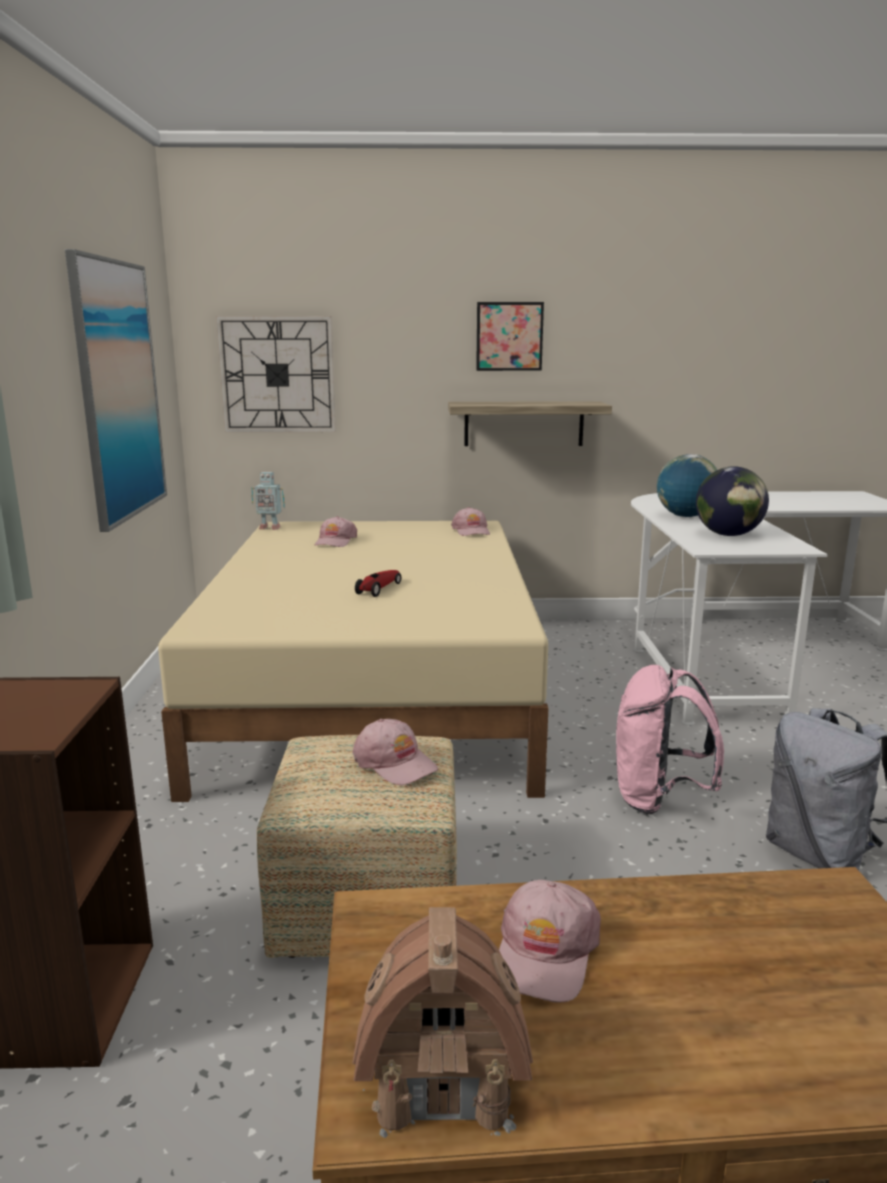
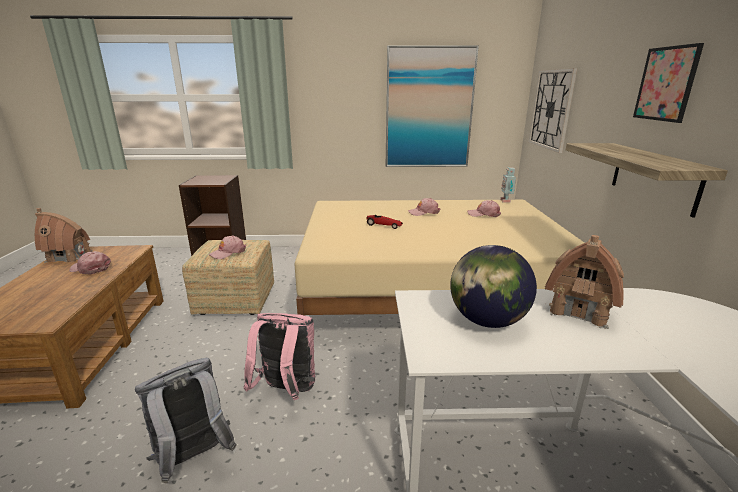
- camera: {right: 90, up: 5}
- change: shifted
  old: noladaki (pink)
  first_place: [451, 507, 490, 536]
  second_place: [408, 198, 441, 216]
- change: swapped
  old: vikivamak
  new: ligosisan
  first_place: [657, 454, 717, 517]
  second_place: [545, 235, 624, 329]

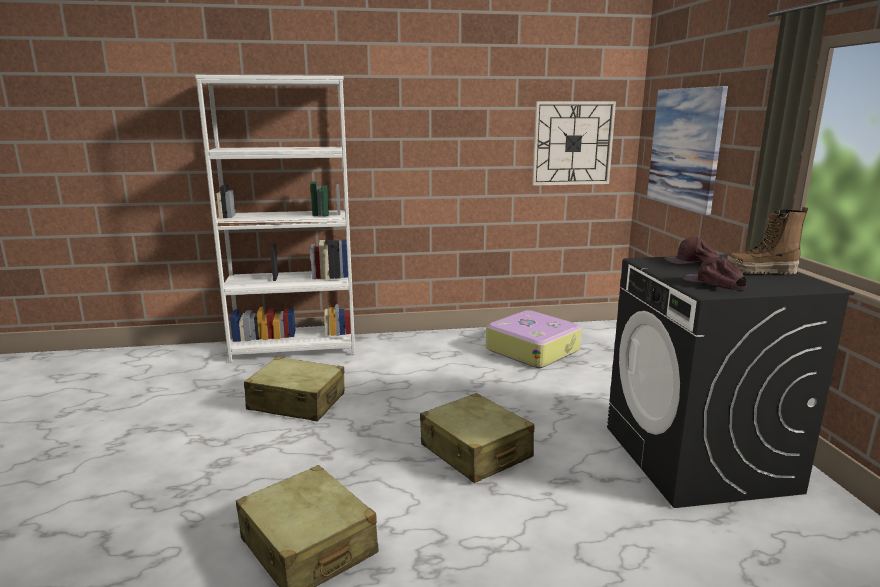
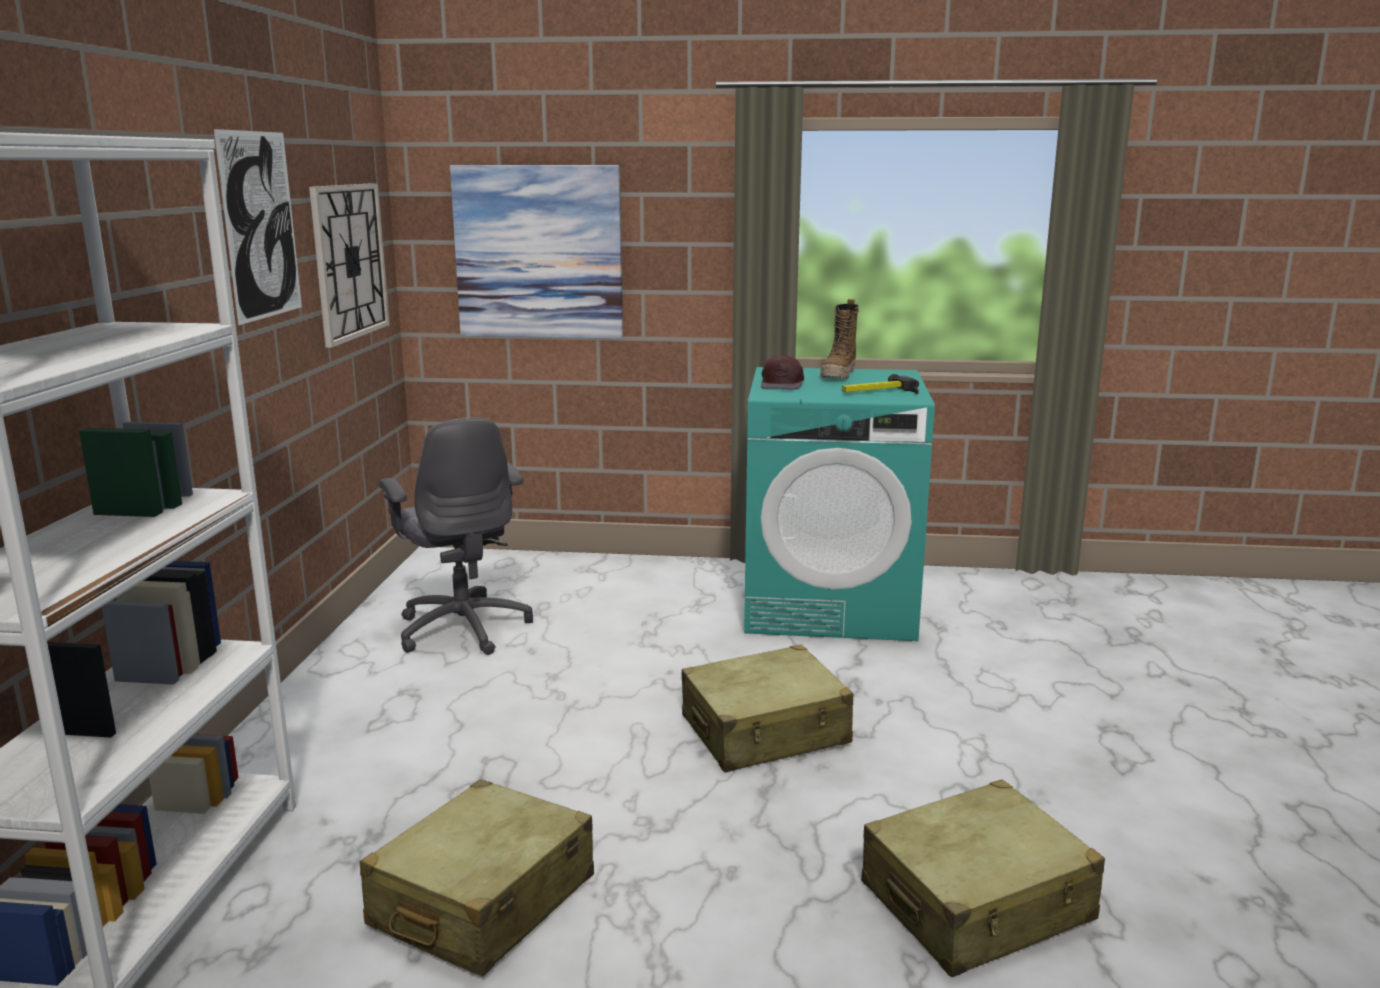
- camera: {right: -75, up: 0}
- change: new
  new: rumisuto
  second_place: [214, 129, 302, 325]
- change: swapped
  old: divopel
  new: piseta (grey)
  first_place: [486, 310, 582, 368]
  second_place: [379, 417, 533, 655]
- change: swapped
  old: noladaki (brown)
  new: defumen
  first_place: [683, 257, 747, 291]
  second_place: [842, 374, 919, 394]
- change: repainted
  old: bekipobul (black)
  new: bekipobul (turquoise)
  first_place: [607, 254, 855, 508]
  second_place: [744, 367, 935, 641]

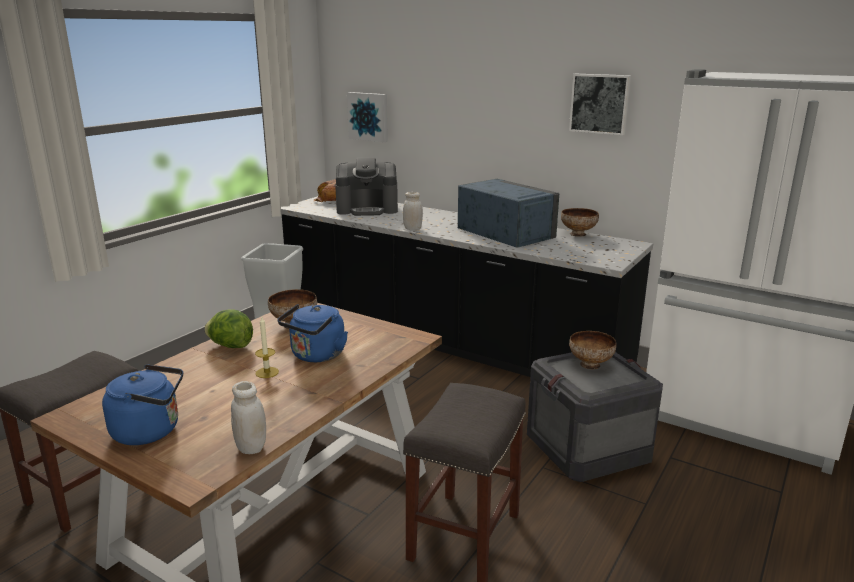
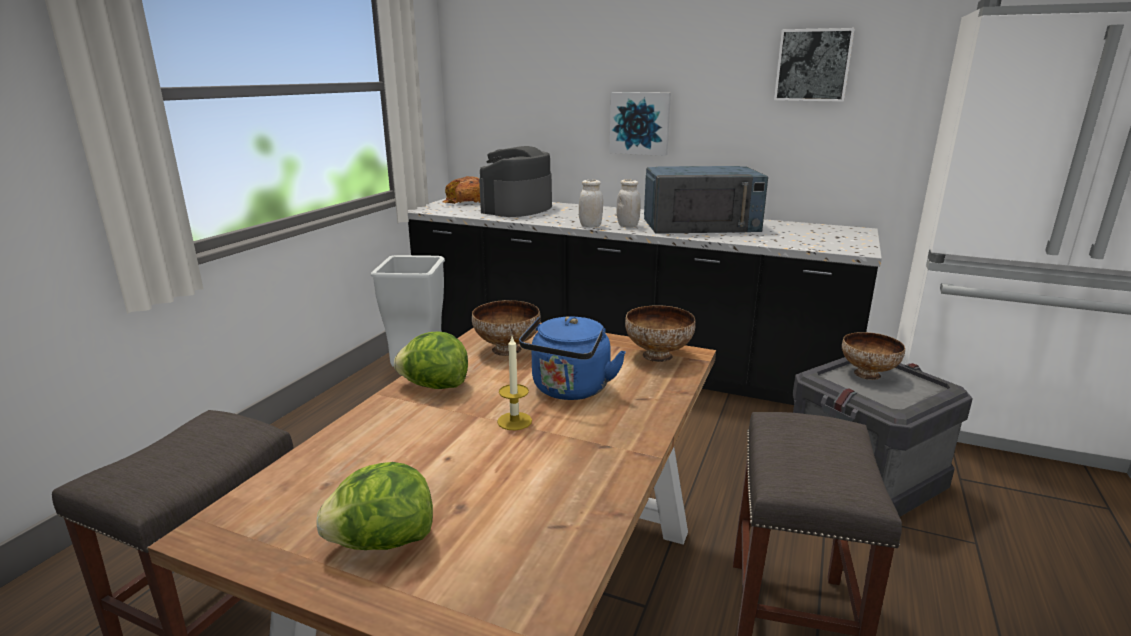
- camera: {right: -10, up: 0}
- change: shifted
  old: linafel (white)
  first_place: [231, 381, 266, 454]
  second_place: [617, 179, 641, 227]
- change: shifted
  old: rumisuto
  first_place: [347, 92, 388, 142]
  second_place: [609, 92, 671, 156]
- change: shifted
  old: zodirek
  first_place: [561, 208, 599, 237]
  second_place: [625, 305, 696, 362]
- change: swapped
  old: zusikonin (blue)
  new: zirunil
  first_place: [102, 364, 183, 445]
  second_place: [316, 462, 433, 550]
- change: rotated
  old: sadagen
  first_place: [335, 157, 398, 216]
  second_place: [479, 146, 552, 217]
  degrees: 135
- change: rotated
  old: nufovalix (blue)
  first_place: [458, 179, 559, 248]
  second_place: [644, 166, 768, 234]
  degrees: 135

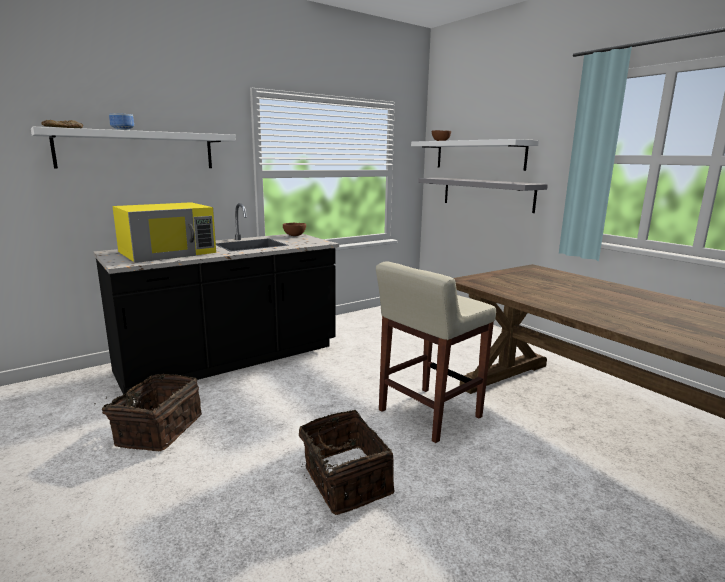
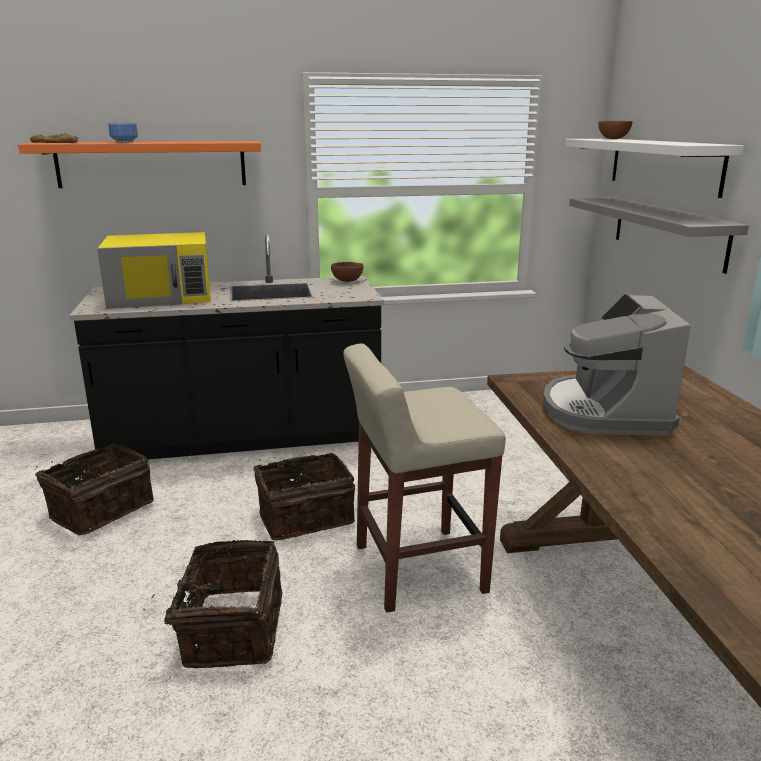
- camera: {right: 25, up: 5}
- change: new
  new: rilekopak
  second_place: [253, 453, 355, 541]
- change: new
  new: sadagen
  second_place: [543, 294, 690, 436]
- change: repainted
  old: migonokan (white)
  new: migonokan (orange)
  first_place: [31, 127, 236, 169]
  second_place: [18, 141, 261, 188]

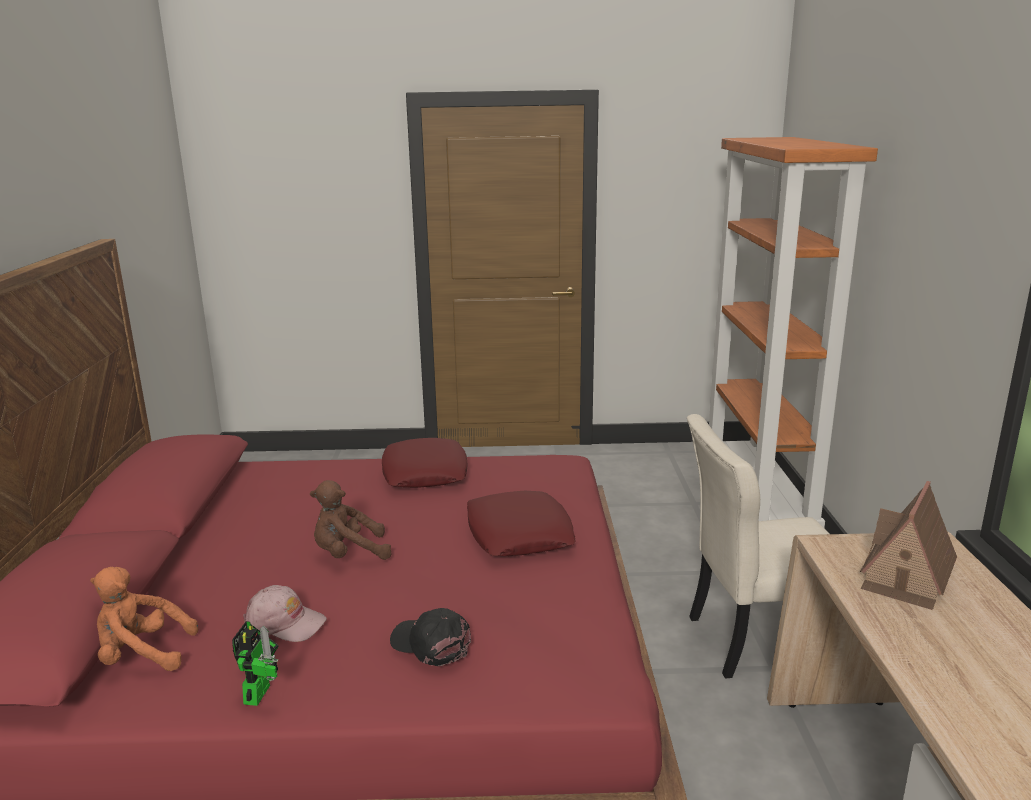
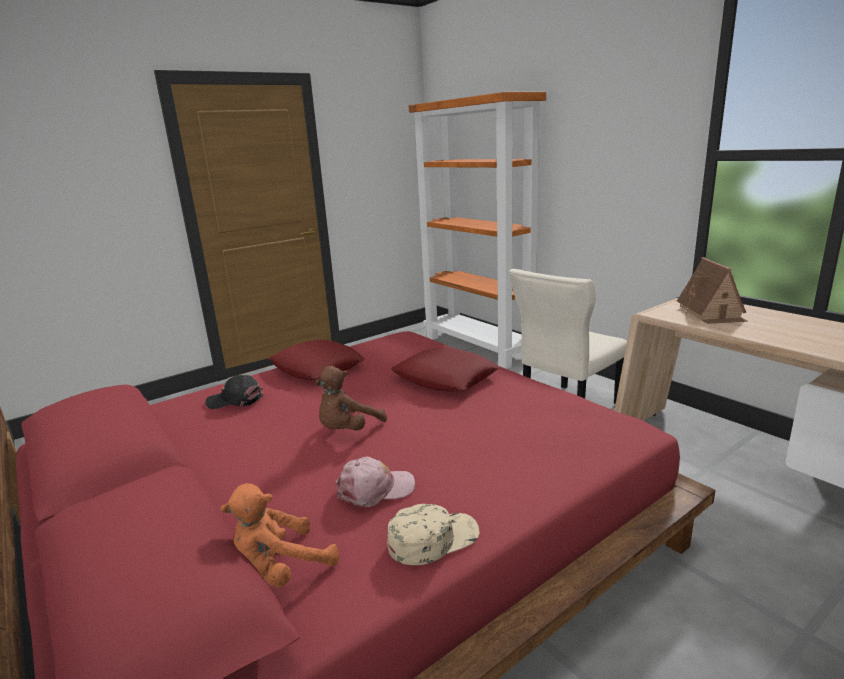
- camera: {right: -35, up: 0}
- change: shifted
  old: noladaki (black)
  first_place: [390, 608, 471, 666]
  second_place: [205, 375, 263, 409]
- change: swapped
  old: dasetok
  new: noladaki (beige)
  first_place: [232, 621, 278, 706]
  second_place: [387, 504, 479, 565]

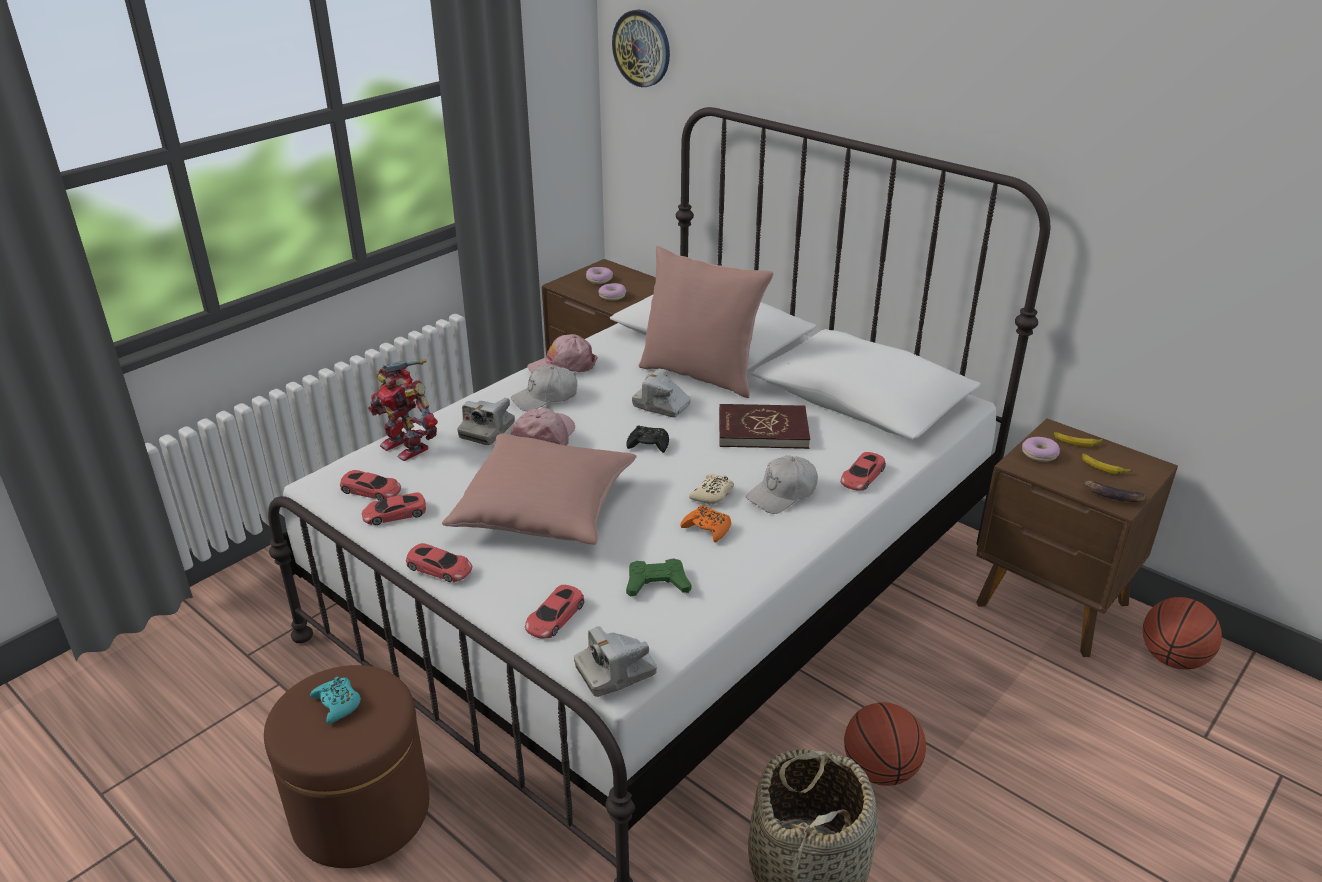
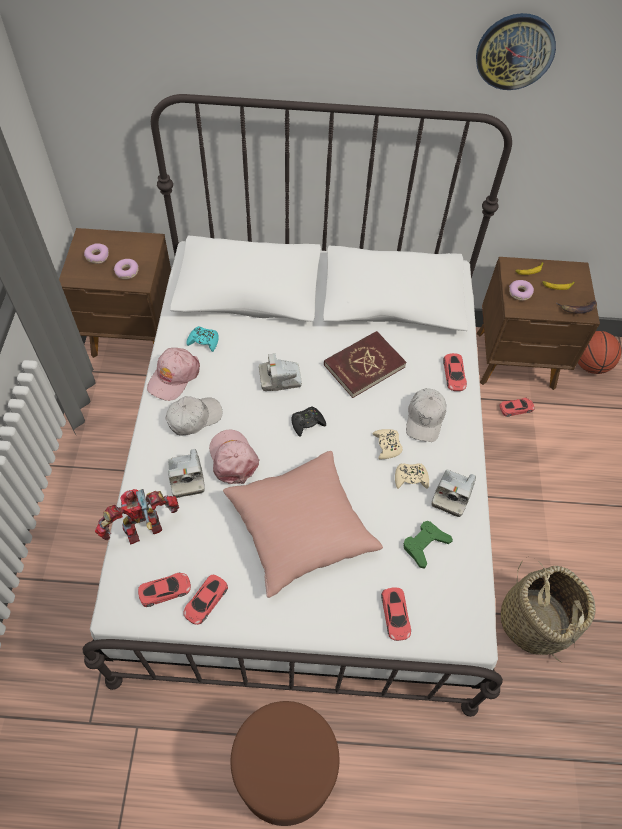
- camera: {right: -40, up: 25}
- change: gone
  old: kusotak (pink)
  first_place: [639, 246, 773, 398]
- change: gone
  old: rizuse
  first_place: [844, 702, 926, 786]
- change: shifted
  old: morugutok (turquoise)
  first_place: [310, 677, 361, 724]
  second_place: [186, 326, 219, 352]
- change: shifted
  old: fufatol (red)
  first_place: [406, 543, 472, 582]
  second_place: [499, 397, 535, 417]
- change: shifted
  old: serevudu
  first_place: [574, 626, 657, 697]
  second_place: [431, 470, 476, 517]
- change: shifted
  old: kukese
  first_place: [612, 10, 670, 87]
  second_place: [476, 13, 556, 90]
- change: repainted
  old: morugutok (orange)
  new: morugutok (beige)
  first_place: [680, 505, 731, 543]
  second_place: [395, 463, 429, 489]
- change: rotated
  old: dasetok
  first_place: [368, 359, 438, 461]
  second_place: [95, 489, 179, 544]
  degrees: 150
- change: rotated
  old: noladaki (white)
  first_place: [511, 365, 577, 411]
  second_place: [165, 396, 222, 436]
  degrees: -150

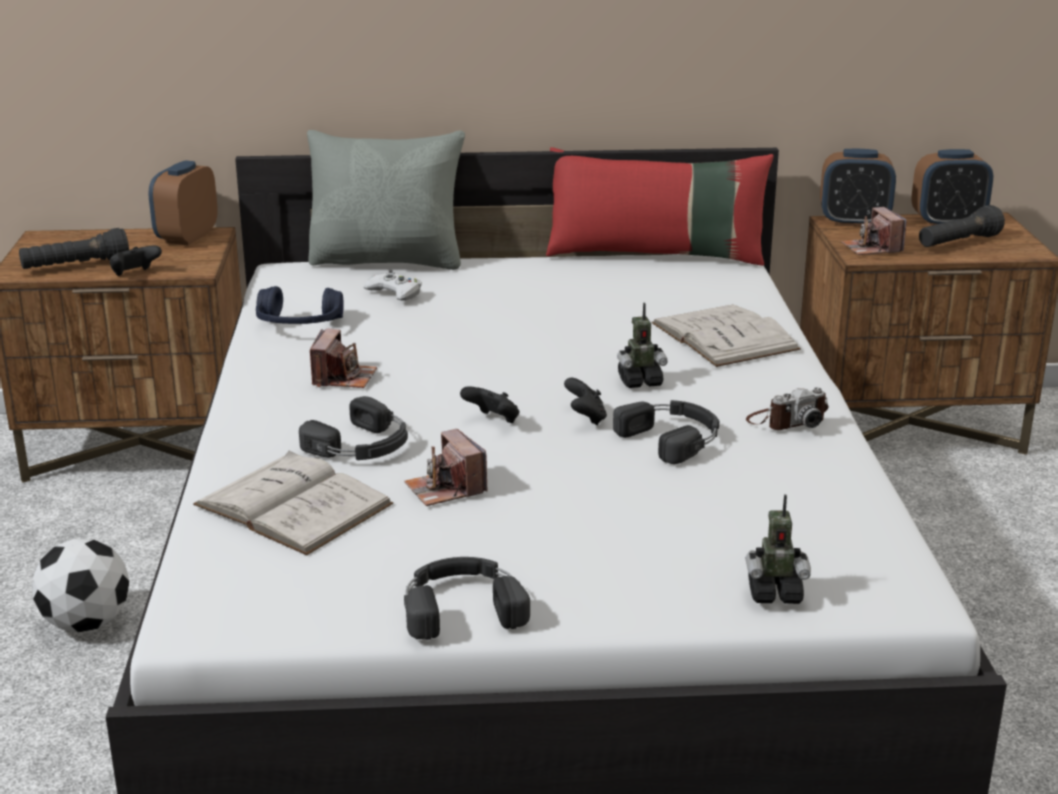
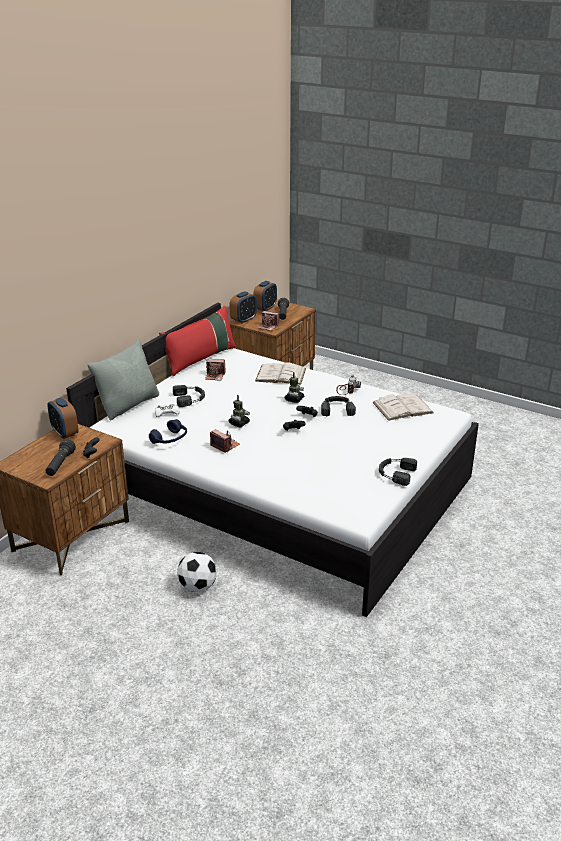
- camera: {right: -55, up: 5}
- change: shifted
  old: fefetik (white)
  first_place: [193, 451, 393, 555]
  second_place: [372, 394, 434, 421]
- change: shifted
  old: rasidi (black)
  first_place: [299, 396, 408, 460]
  second_place: [173, 385, 205, 407]
- change: shifted
  old: serevudu
  first_place: [404, 429, 488, 506]
  second_place: [205, 359, 226, 381]
- change: shifted
  old: dasetok
  first_place: [746, 494, 811, 604]
  second_place: [228, 395, 250, 428]

